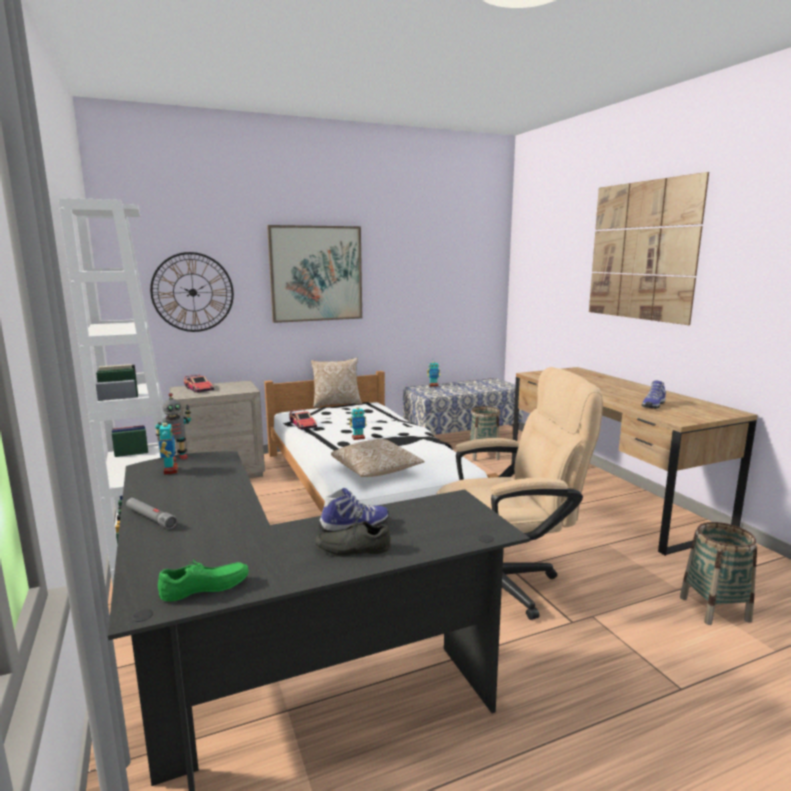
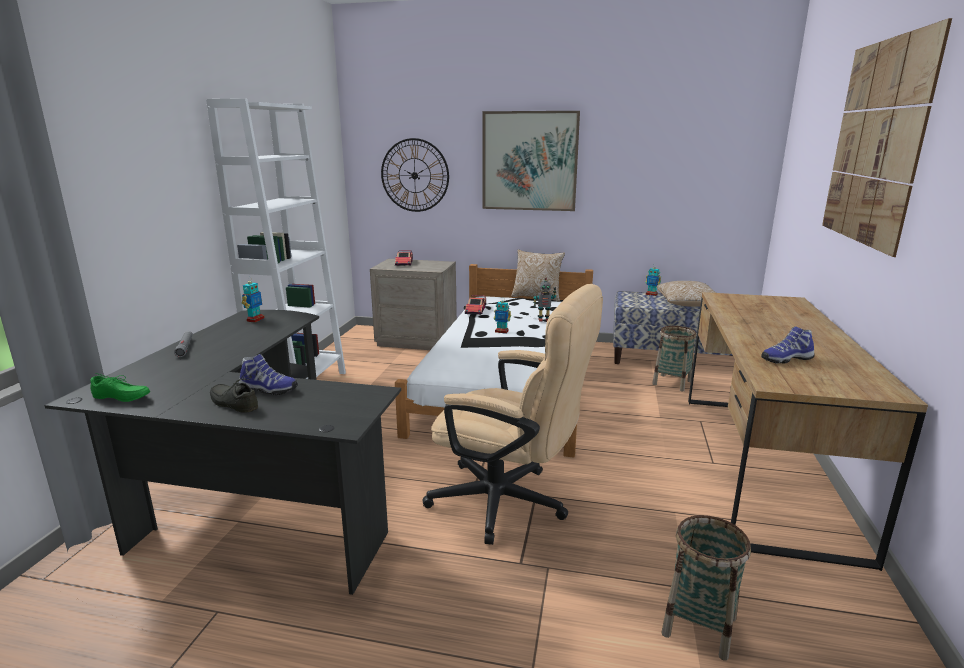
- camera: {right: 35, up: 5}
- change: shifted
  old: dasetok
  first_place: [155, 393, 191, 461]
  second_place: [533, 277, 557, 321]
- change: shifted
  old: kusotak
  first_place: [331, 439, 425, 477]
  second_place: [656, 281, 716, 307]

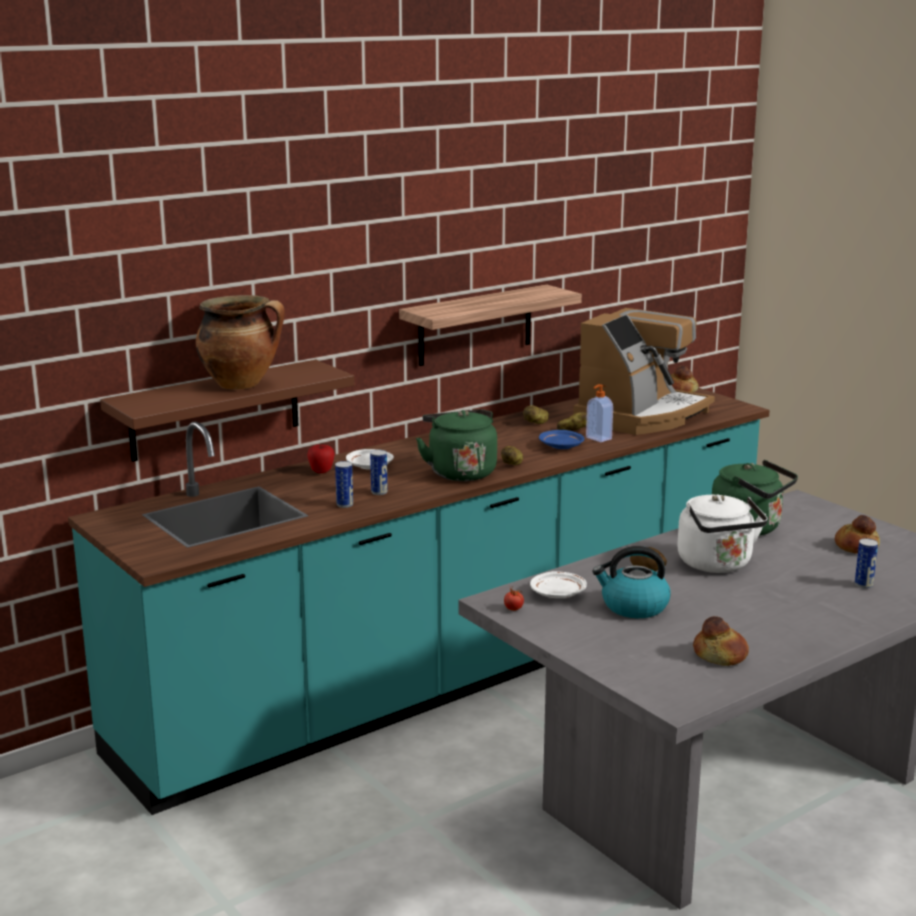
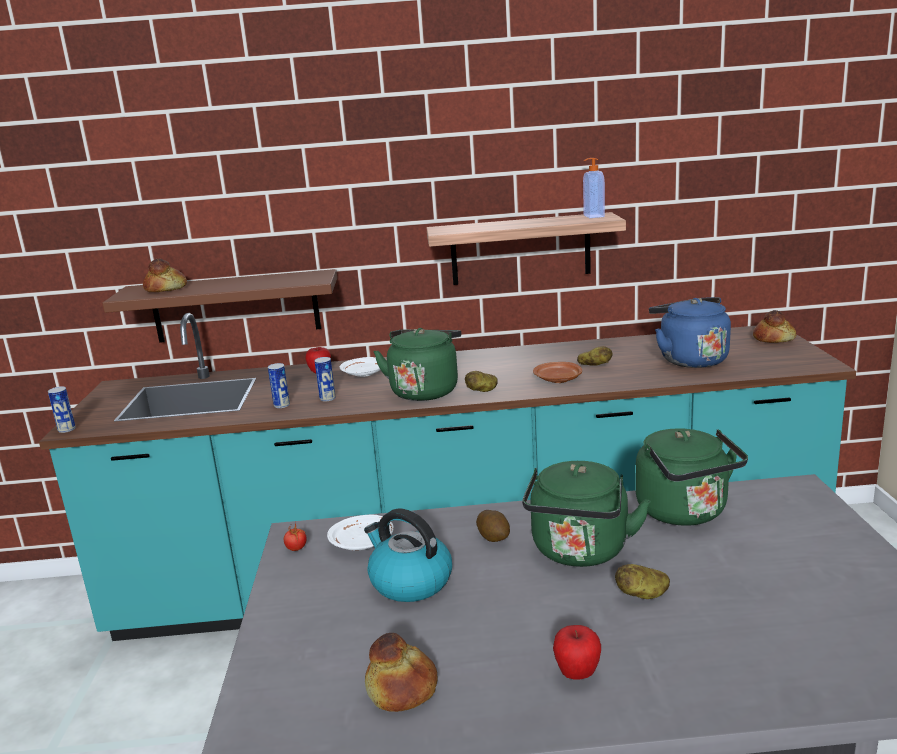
- camera: {right: 35, up: 0}
- change: gone
  old: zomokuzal
  first_place: [196, 295, 285, 390]
- change: new
  new: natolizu
  second_place: [553, 625, 601, 680]
- change: shifted
  old: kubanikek
  first_place: [523, 405, 549, 424]
  second_place: [615, 564, 670, 599]
- change: shifted
  old: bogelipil
  first_place: [586, 384, 613, 442]
  second_place: [583, 158, 605, 218]
- change: shifted
  old: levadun
  first_place: [835, 515, 880, 554]
  second_place: [143, 259, 187, 292]
- change: shifted
  old: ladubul
  first_place: [855, 538, 878, 589]
  second_place: [48, 387, 76, 433]
- change: swapped
  old: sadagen
  new: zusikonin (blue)
  first_place: [573, 308, 715, 435]
  second_place: [649, 297, 731, 368]
- change: repainted
  old: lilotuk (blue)
  new: lilotuk (brown)
  first_place: [539, 430, 585, 449]
  second_place: [533, 362, 582, 383]
- change: repainted
  old: zusikonin (white)
  new: zusikonin (green)
  first_place: [677, 494, 768, 573]
  second_place: [522, 461, 651, 567]

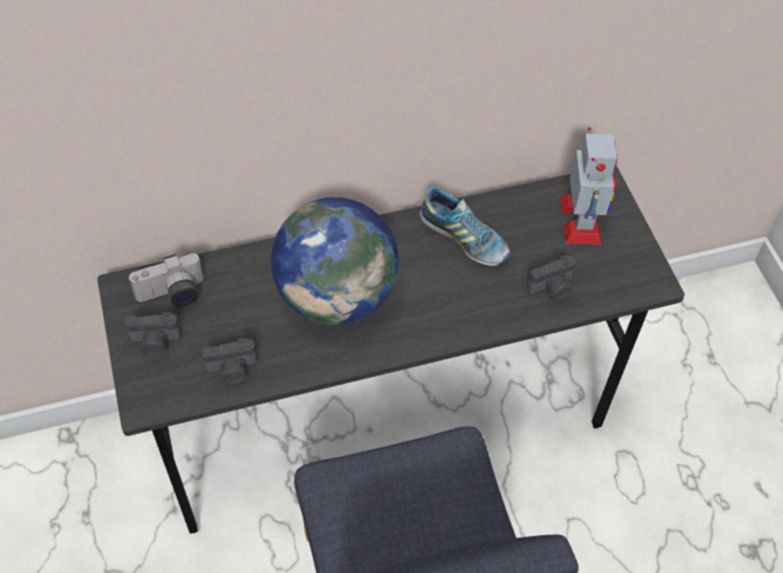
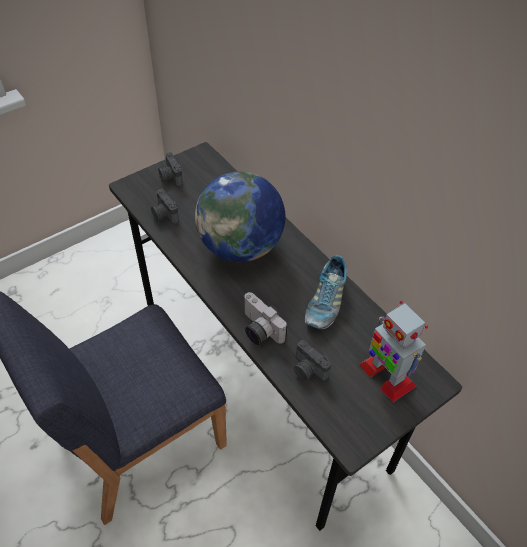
- camera: {right: 70, up: -5}
- change: shifted
  old: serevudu
  first_place: [129, 253, 204, 307]
  second_place: [244, 292, 288, 345]
- change: rotated
  old: dasetok
  first_place: [561, 127, 617, 244]
  second_place: [359, 301, 428, 402]
  degrees: 75

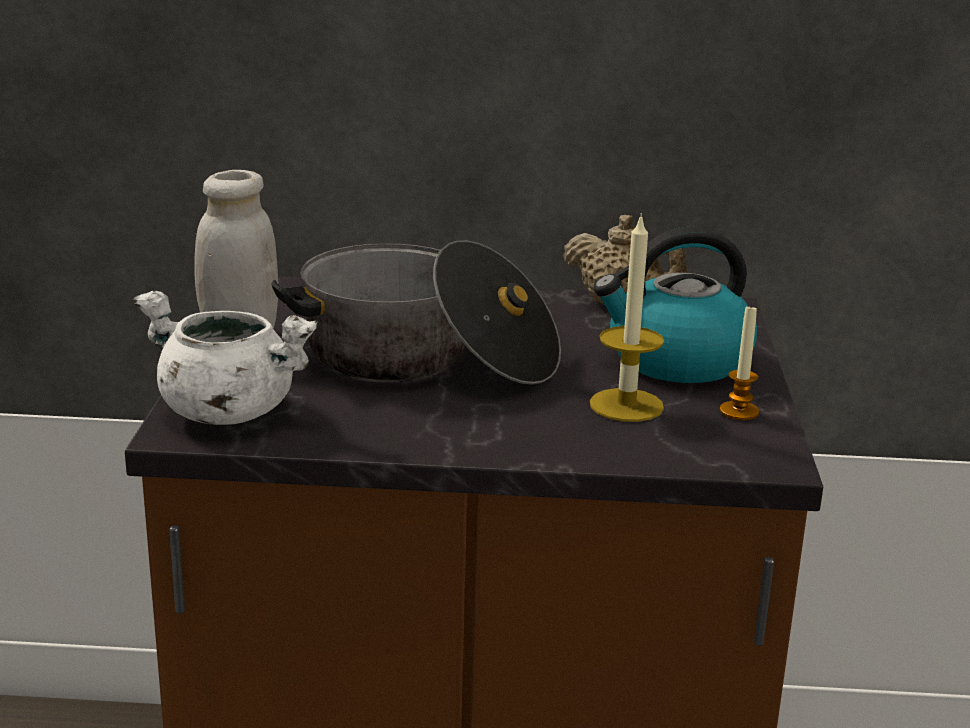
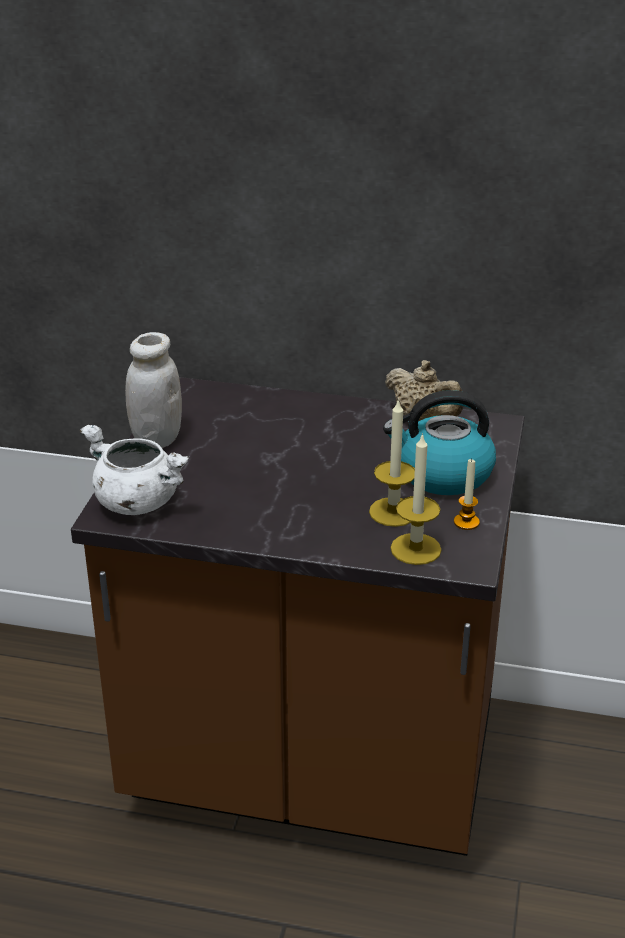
- camera: {right: 10, up: 10}
- change: gone
  old: zomokuzal
  first_place: [271, 240, 561, 385]
- change: new
  new: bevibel
  second_place: [390, 433, 442, 565]

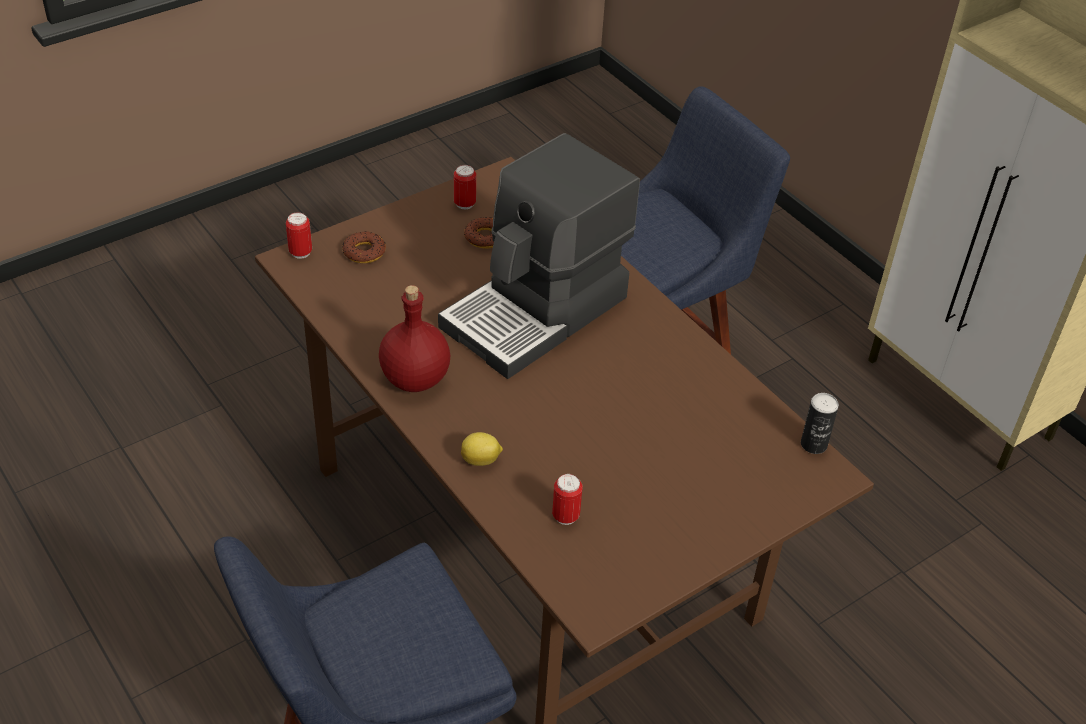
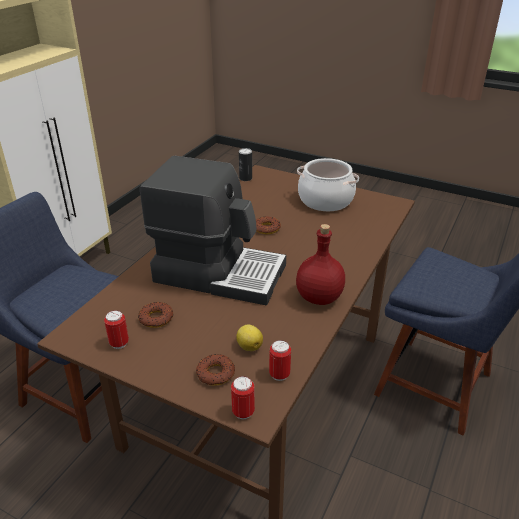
- camera: {right: -115, up: -10}
- change: new
  new: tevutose
  second_place: [256, 216, 281, 234]
- change: new
  new: zomokuzal
  second_place: [297, 158, 359, 211]
- change: shifted
  old: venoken
  first_place: [461, 432, 503, 466]
  second_place: [236, 324, 263, 351]
- change: shifted
  old: ladubul
  first_place: [552, 474, 583, 525]
  second_place: [269, 340, 291, 381]

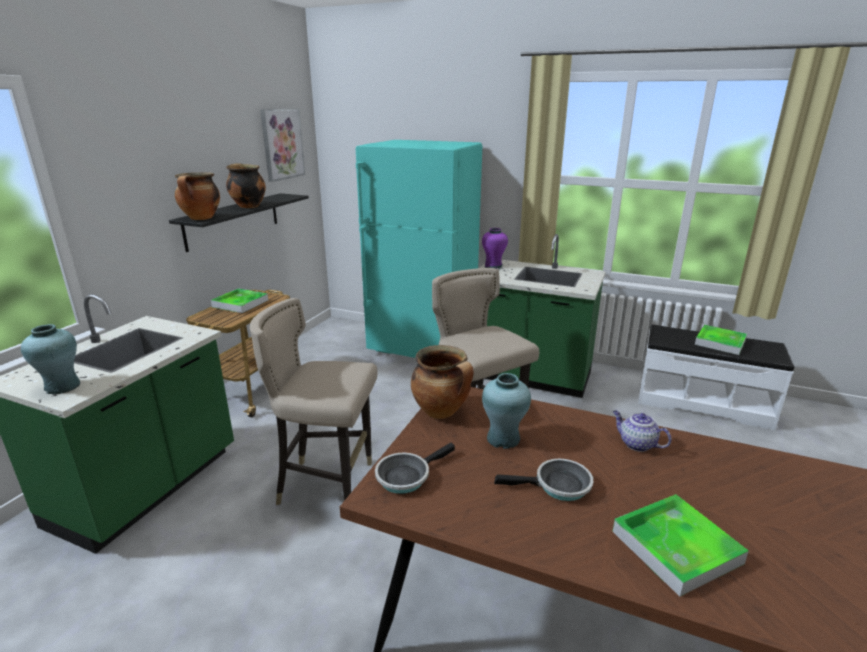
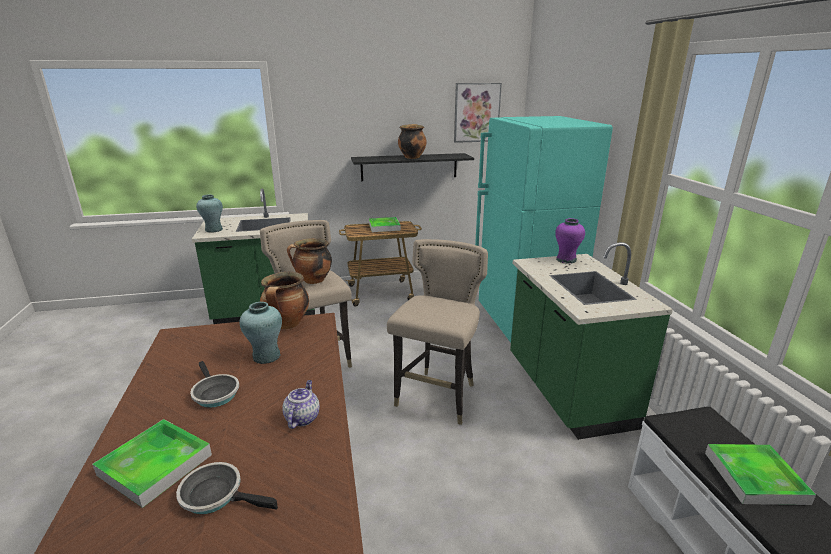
- camera: {right: 55, up: 0}
- change: shifted
  old: zomokuzal
  first_place: [175, 172, 220, 220]
  second_place: [287, 238, 332, 284]
- change: shifted
  old: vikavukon
  first_place: [375, 443, 455, 494]
  second_place: [176, 462, 278, 514]

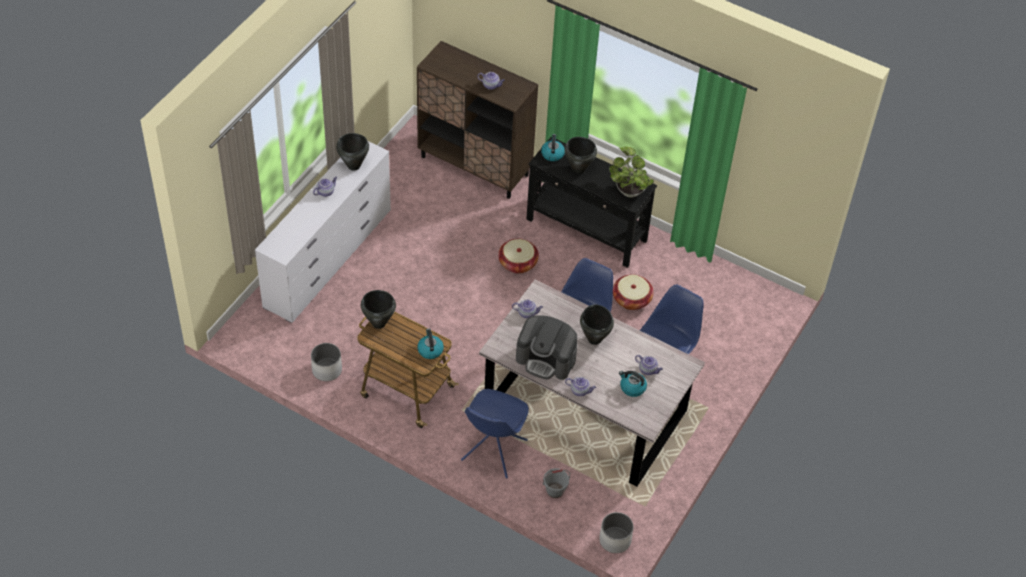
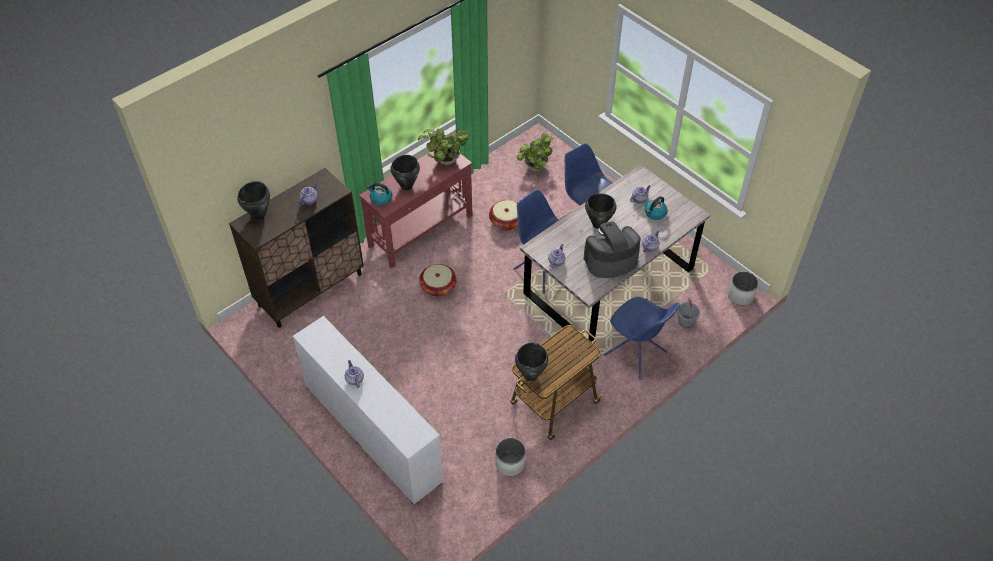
- camera: {right: -70, up: 0}
- change: gone
  old: zusikonin
  first_place: [417, 328, 444, 359]
- change: new
  new: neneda
  second_place: [517, 133, 553, 171]
- change: shifted
  old: zomokuzal (black)
  first_place: [336, 133, 369, 171]
  second_place: [237, 181, 270, 220]
- change: repainted
  old: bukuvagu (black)
  new: bukuvagu (red)
  first_place: [526, 137, 657, 268]
  second_place: [359, 151, 472, 268]
- change: rotated
  old: sadagen
  first_place: [516, 315, 577, 380]
  second_place: [584, 222, 641, 278]
  degrees: -150

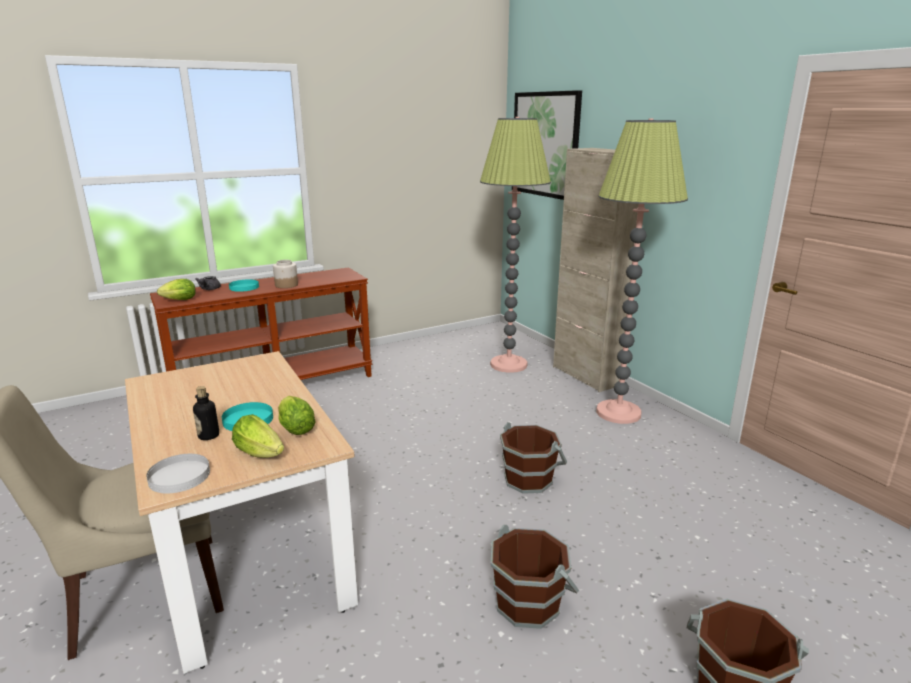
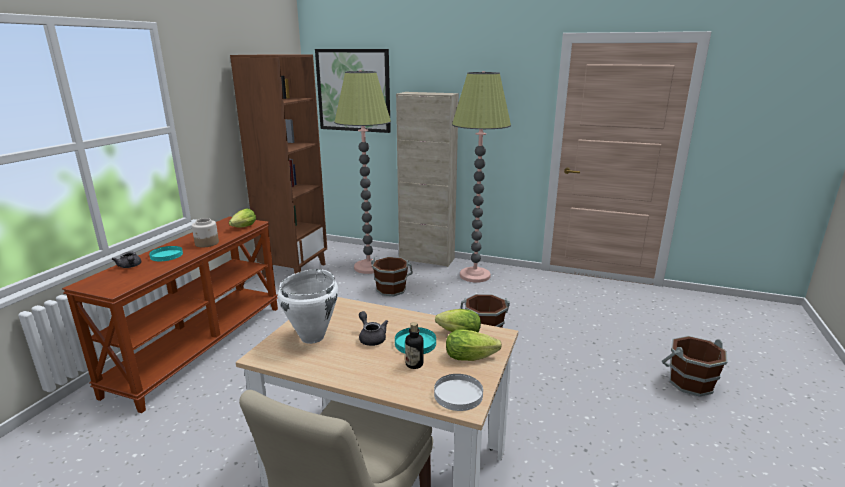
- camera: {right: -40, up: 0}
- change: new
  new: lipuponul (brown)
  second_place: [230, 54, 327, 278]
- change: new
  new: zomokuzal (white)
  second_place: [278, 269, 338, 344]
- change: new
  new: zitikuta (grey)
  second_place: [359, 311, 388, 346]
- change: shifted
  old: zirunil
  first_place: [157, 279, 196, 300]
  second_place: [229, 208, 256, 227]
- change: shifted
  old: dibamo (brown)
  first_place: [491, 525, 579, 629]
  second_place: [371, 257, 413, 296]

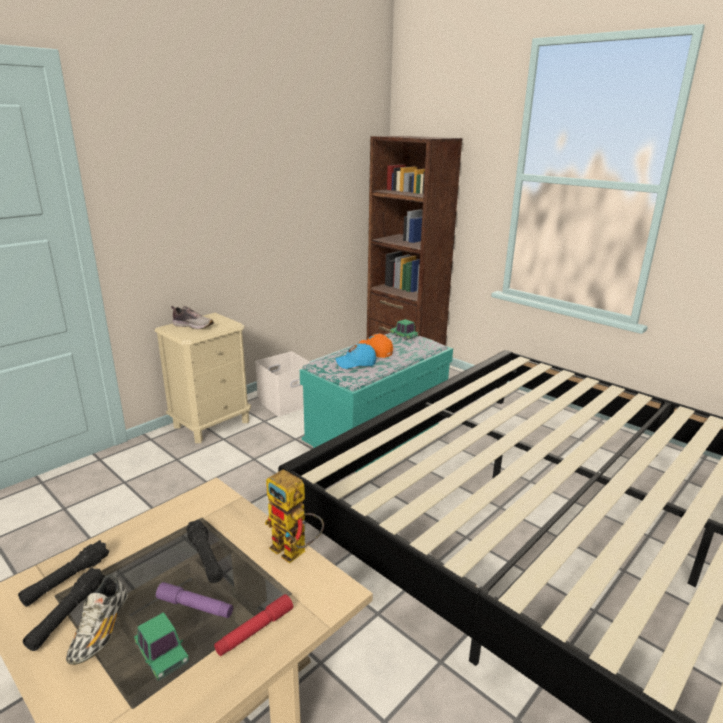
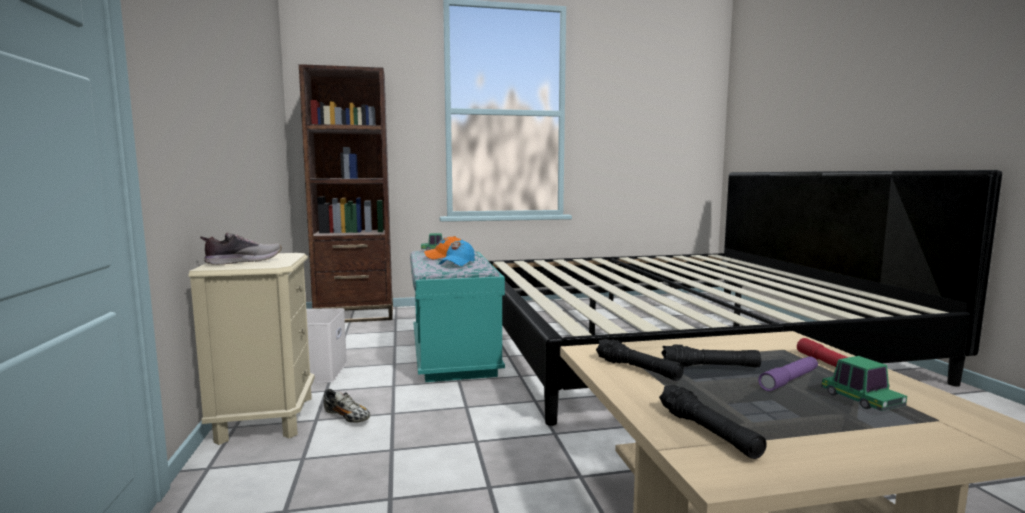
- camera: {right: -55, up: -15}
- change: gone
  old: dasetok
  first_place: [265, 469, 324, 563]
- change: shifted
  old: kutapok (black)
  first_place: [23, 567, 105, 651]
  second_place: [596, 339, 684, 381]
- change: shifted
  old: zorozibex
  first_place: [66, 574, 128, 665]
  second_place: [323, 389, 371, 423]
- change: rotated
  old: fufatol
  first_place: [134, 612, 189, 681]
  second_place: [821, 356, 907, 411]
  degrees: 75

